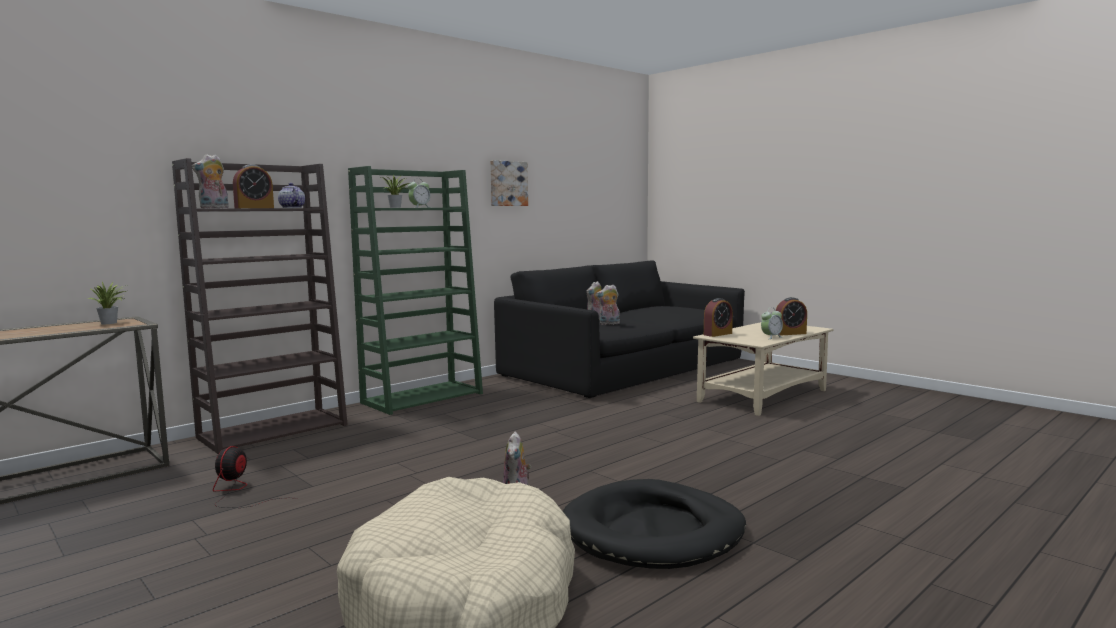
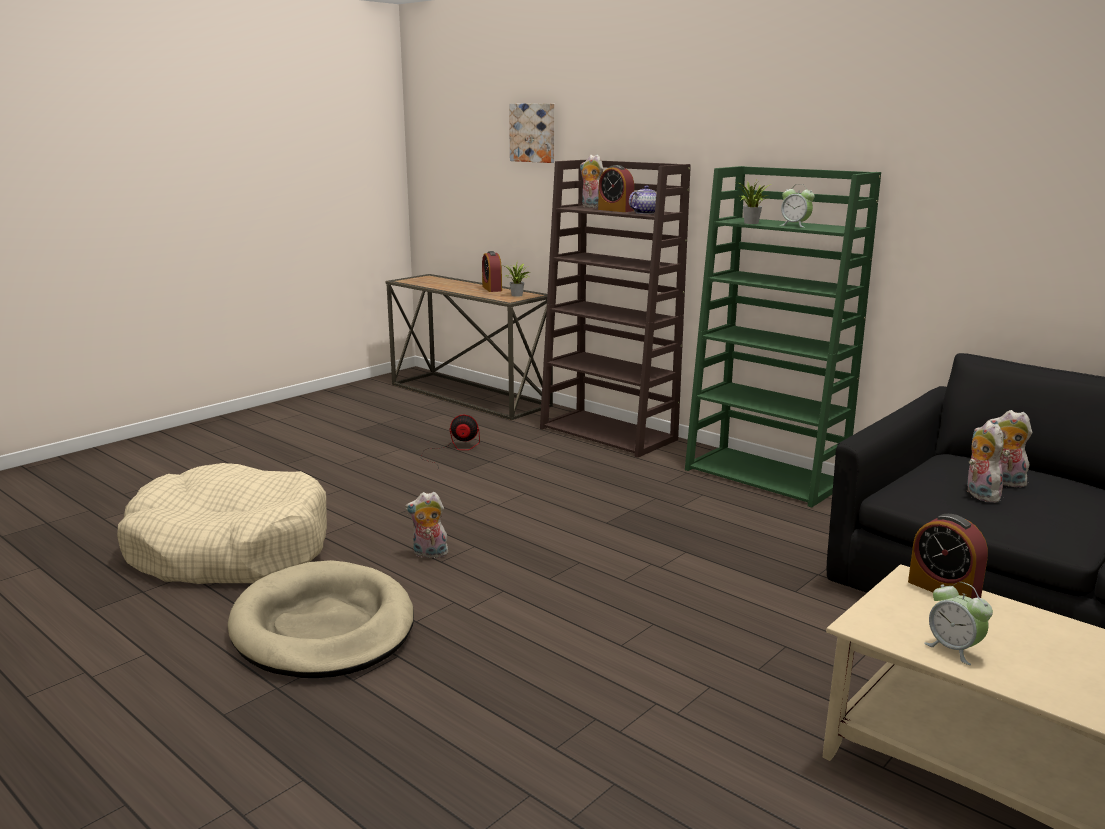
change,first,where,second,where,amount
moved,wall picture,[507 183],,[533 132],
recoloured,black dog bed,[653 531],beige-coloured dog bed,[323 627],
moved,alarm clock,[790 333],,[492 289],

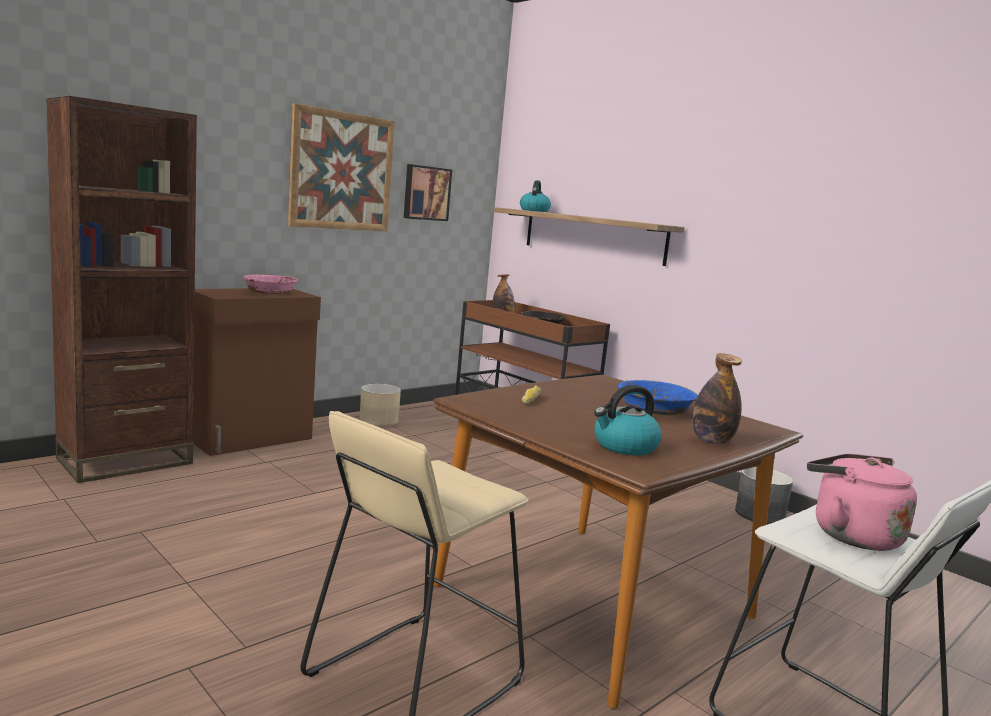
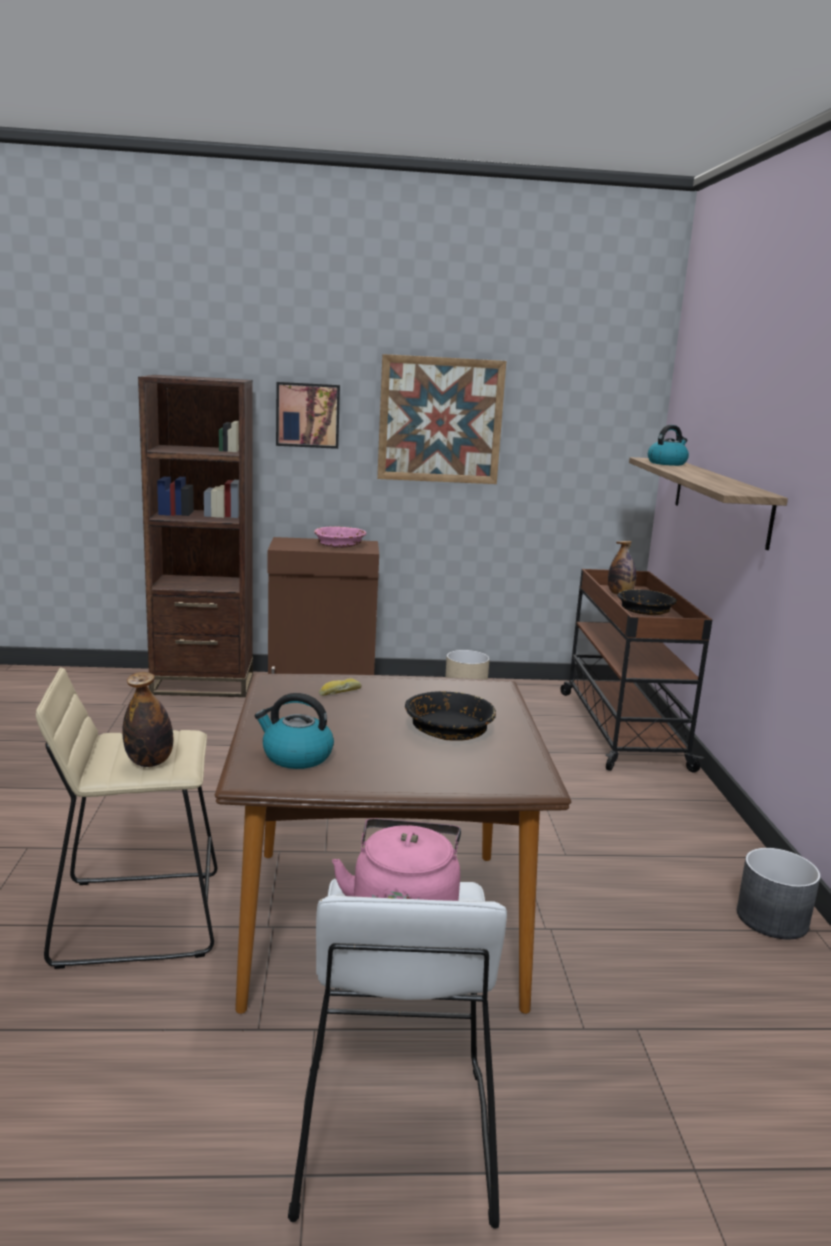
change,first,where,second,where,amount
moved,wall picture,[426 193],,[308 415],
recoloured,blue-coloured bowl,[655 410],black bowl,[449 731],
moved,drink bottle,[711 441],,[149 762],

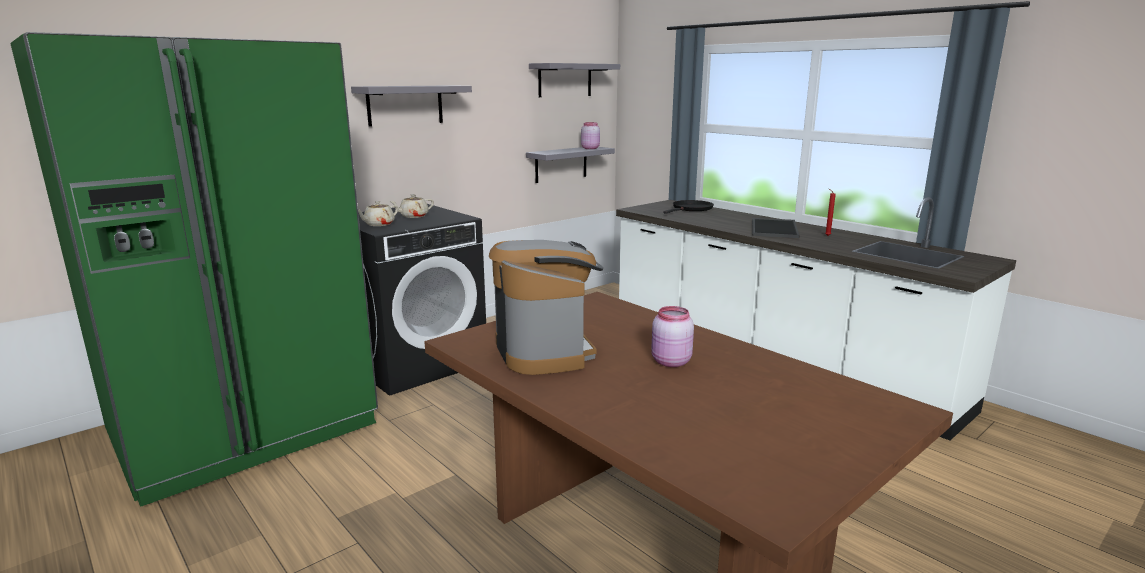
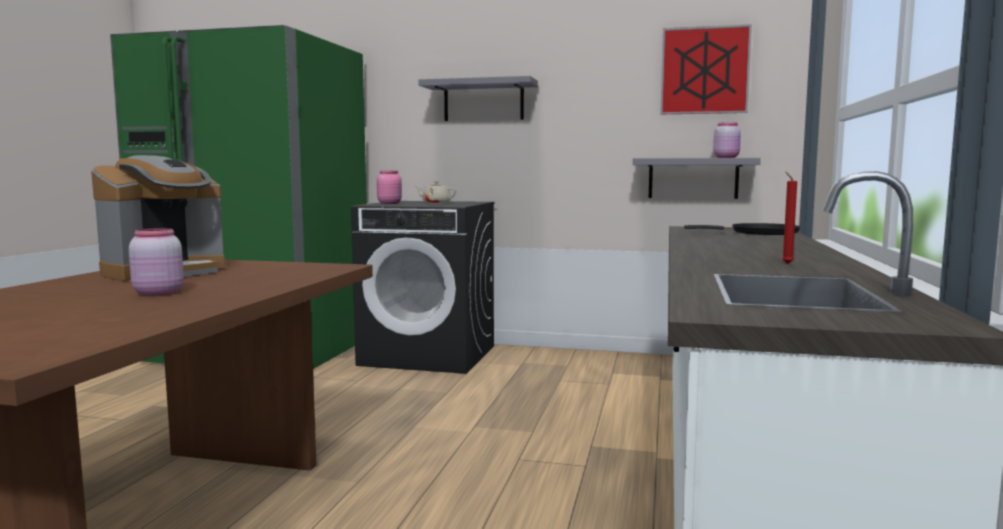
change,first,where,second,where,amount
replaced,beige-coloured tea pot,[378 224],pinkish jar,[390 203],
replaced,gray bracket shelf,[565 80],wall picture,[704 70],
removed,serving tray,[772 228],,,

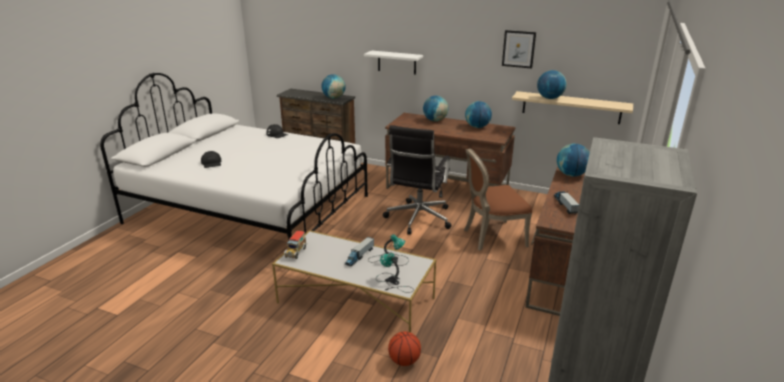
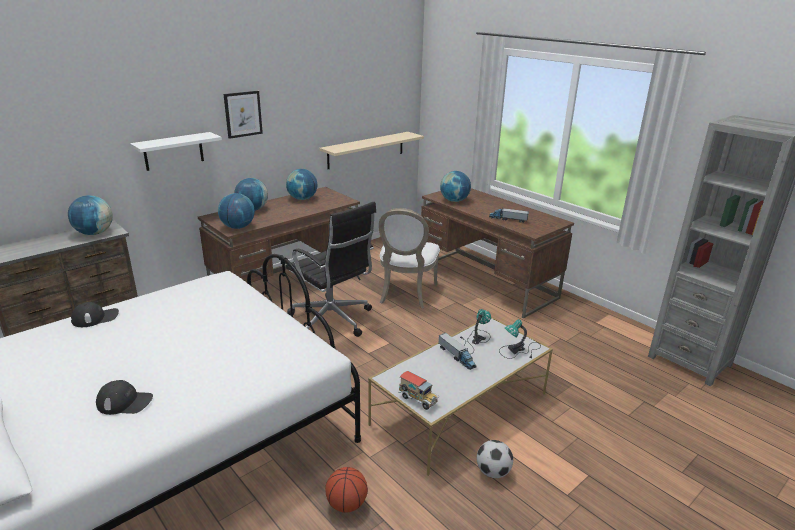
change,first,where,second,where,amount
moved,ball for basketball,[404 361],,[346 504],
recoloured,brownish plain chair,[491 237],white plain chair,[405 294],
moved,wall picture,[518 49],,[243 114],
moved,world globe,[549 98],,[238 227],
added,,,football,[493 472],

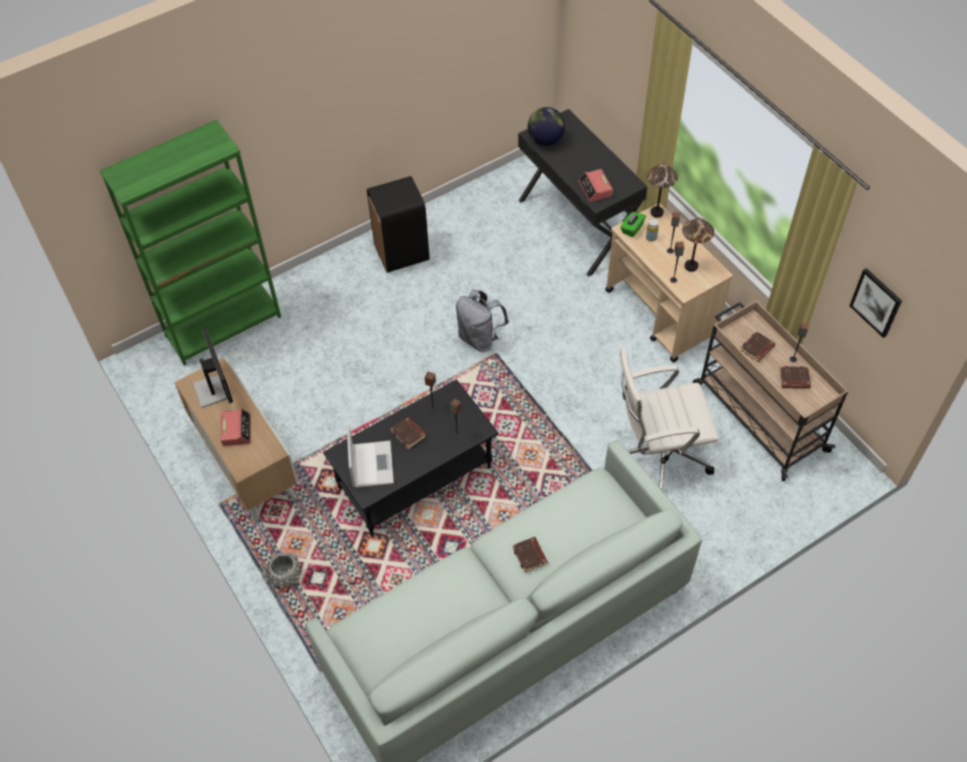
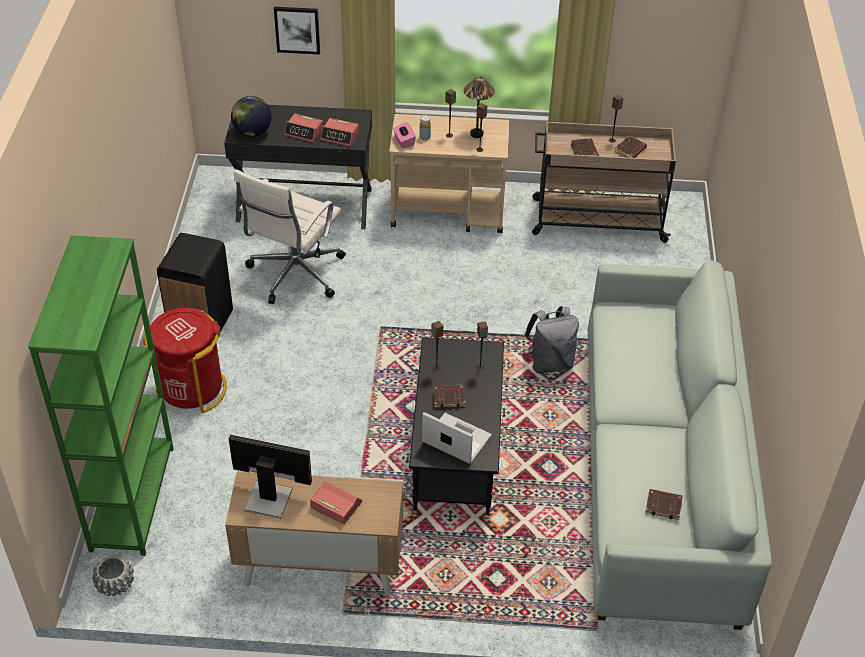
change,first,where,second,where,amount
moved,gray plant pot,[285 575],,[115 584],
moved,gray rucksack,[480 338],,[550 363],
moved,brownish book,[530 556],,[664 506],
moved,white computer chair,[657 454],,[294 274],
recoloured,greenish box of tissues,[632 229],pinkish box of tissues,[404 141],
removed,table lamp,[656 212],,,
moved,wall picture,[876 302],,[297 29],
added,,,red trash can,[192 389],
added,,,alarm clock,[304 132],

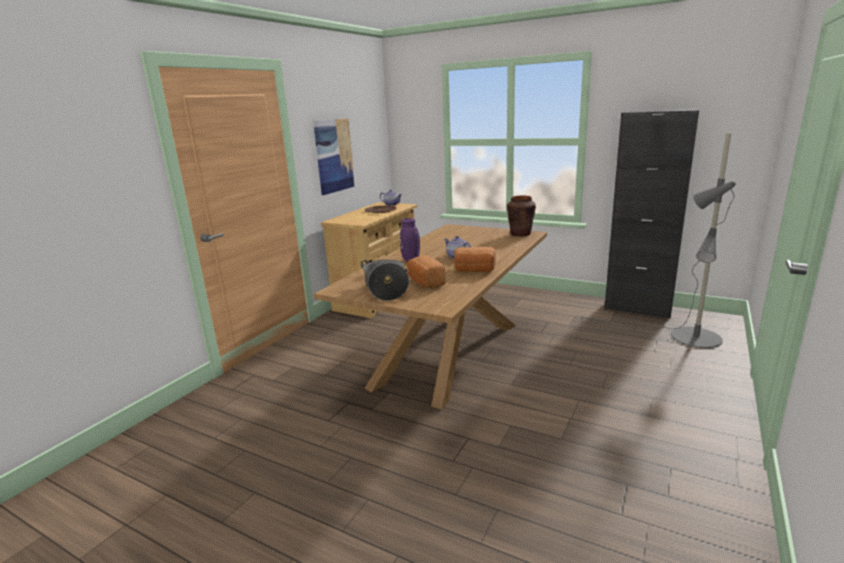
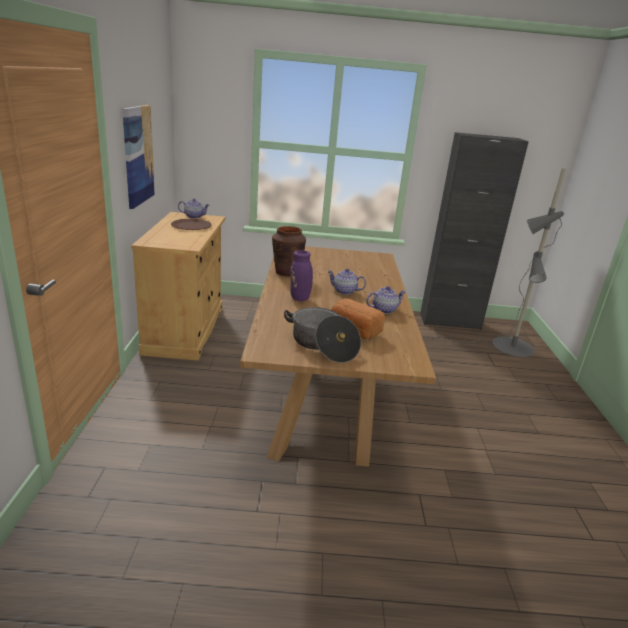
change,first,where,second,where,amount
replaced,bakery bread,[474 270],tea pot,[384 310],
moved,brownish vase,[520 234],,[286 273],

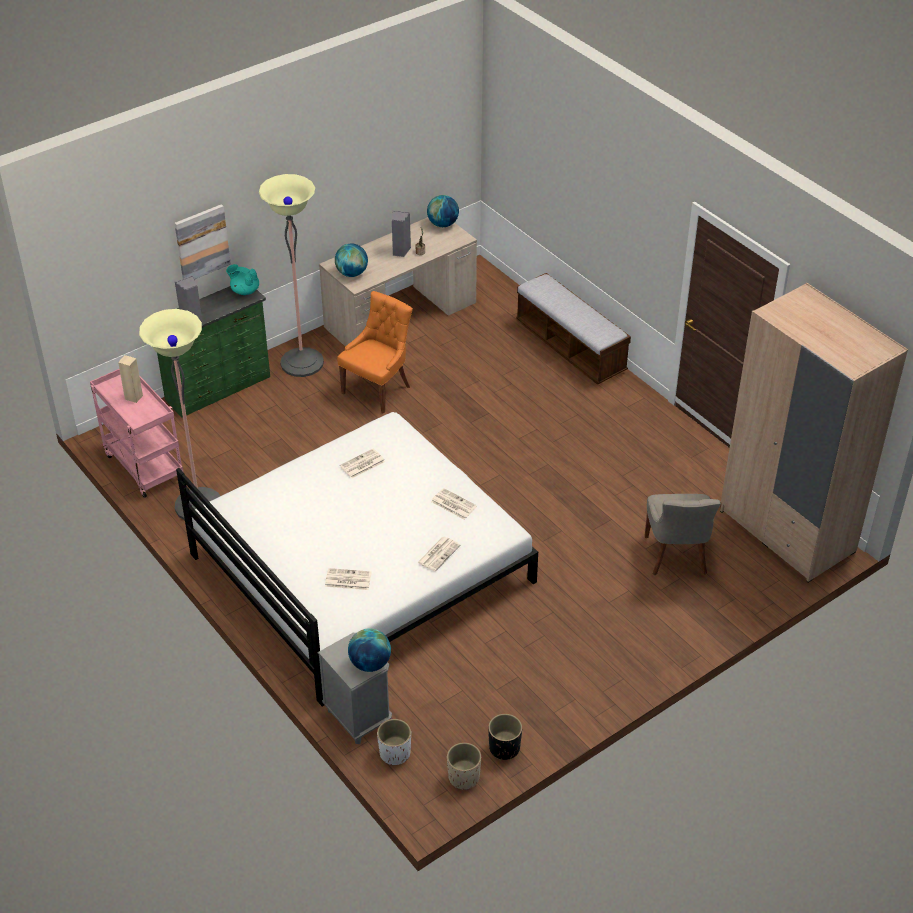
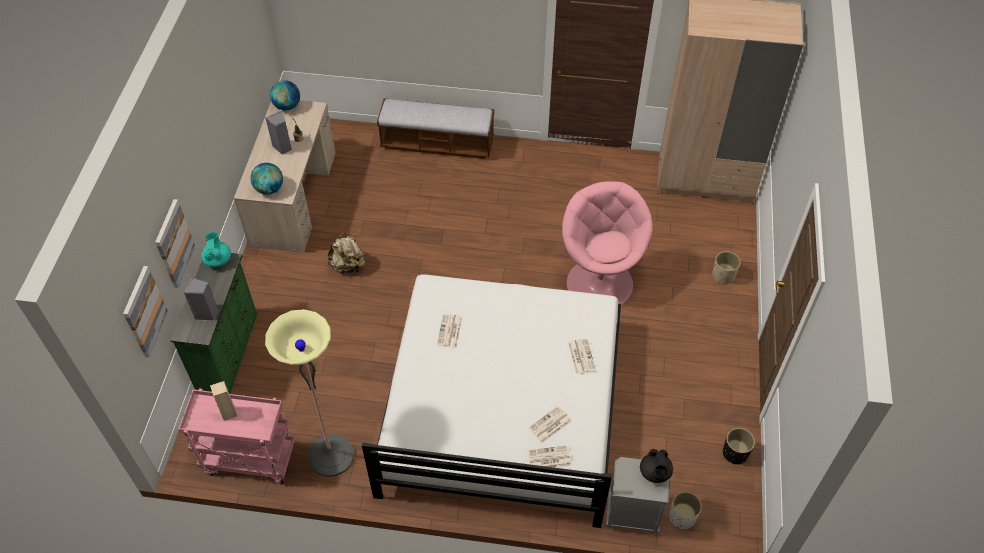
change,first,where,second,where,amount
turned,turquoise tea pot,[244 291],,[218 260],105 degrees clockwise
removed,standard lamp,[302 363],,,
replaced,orange-coloured plain chair,[378 389],beige-coloured rucksack,[348 266],
replaced,world globe,[370 663],black tea pot,[655 473],
moved,daily paper,[453 504],,[548 458],
moved,beige-coloured plant pot,[463 777],,[723 276],
removed,gray plain chair,[676 556],,,
added,,,wall picture,[144 311],
added,,,pinkish easy chair,[599 282],

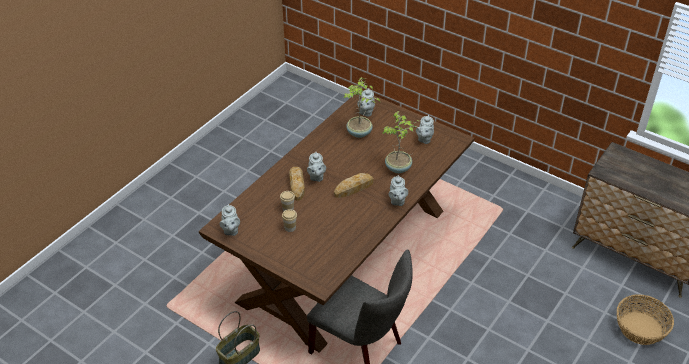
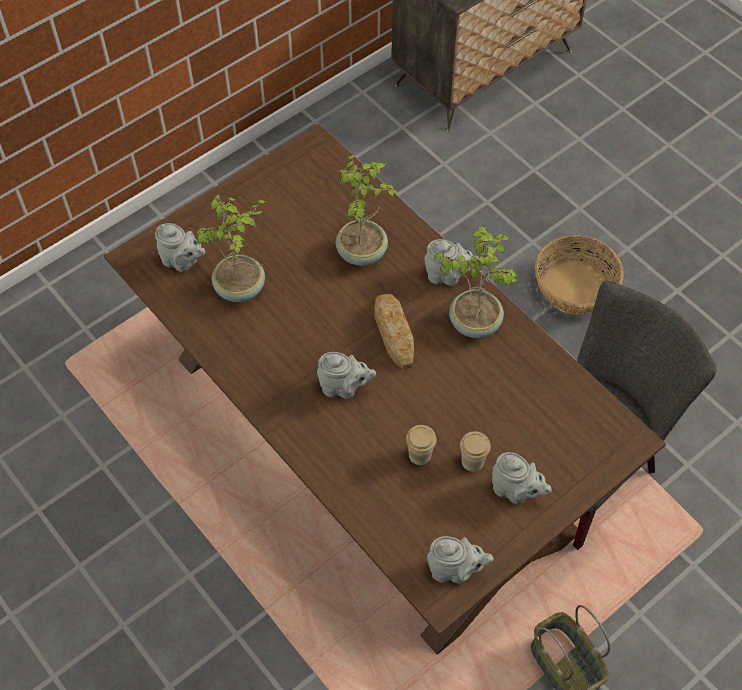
change,first,where,second,where,amount
removed,bakery bread,[297 185],,,
moved,gray tea pot,[424 139],,[515 491],
moved,storage basket,[640 328],,[574 287],
added,,,potted plant,[474 321],

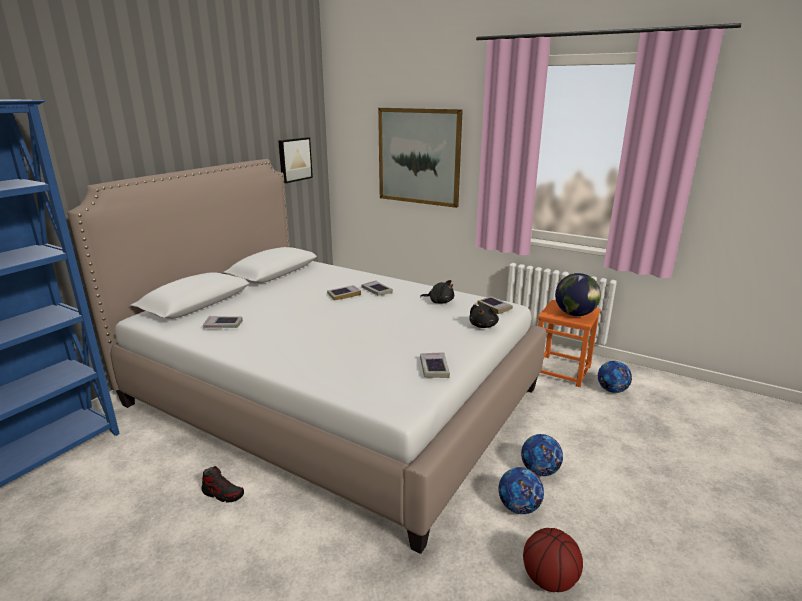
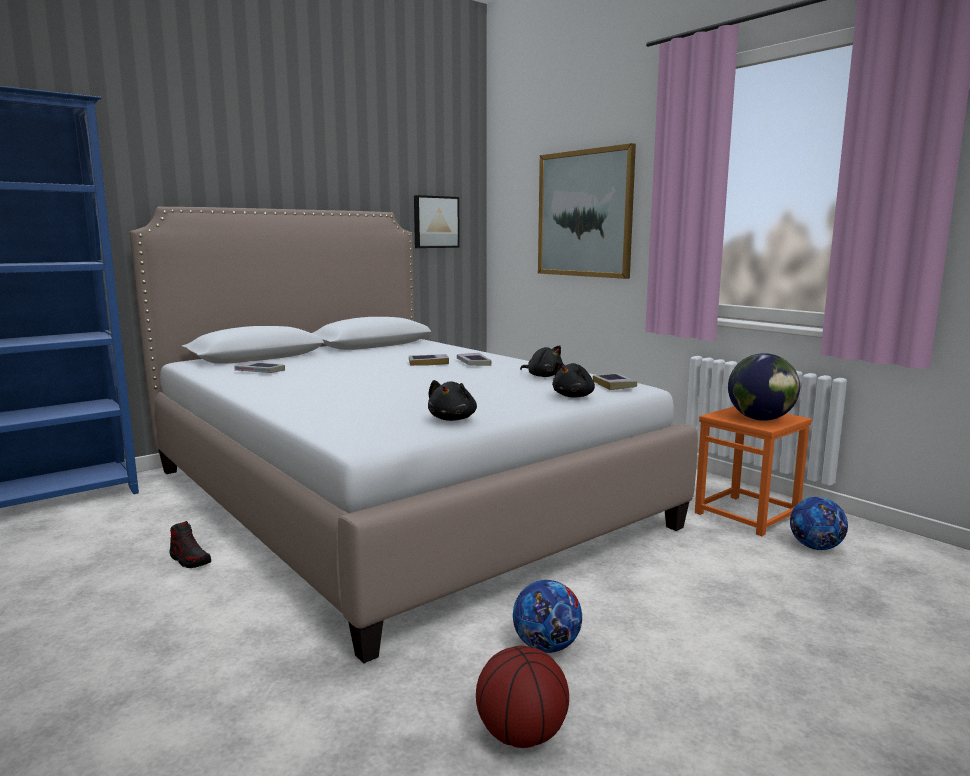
change,first,where,second,where,amount
replaced,book,[434 368],black cuddly toy,[453 419],
removed,football,[539 471],,,

